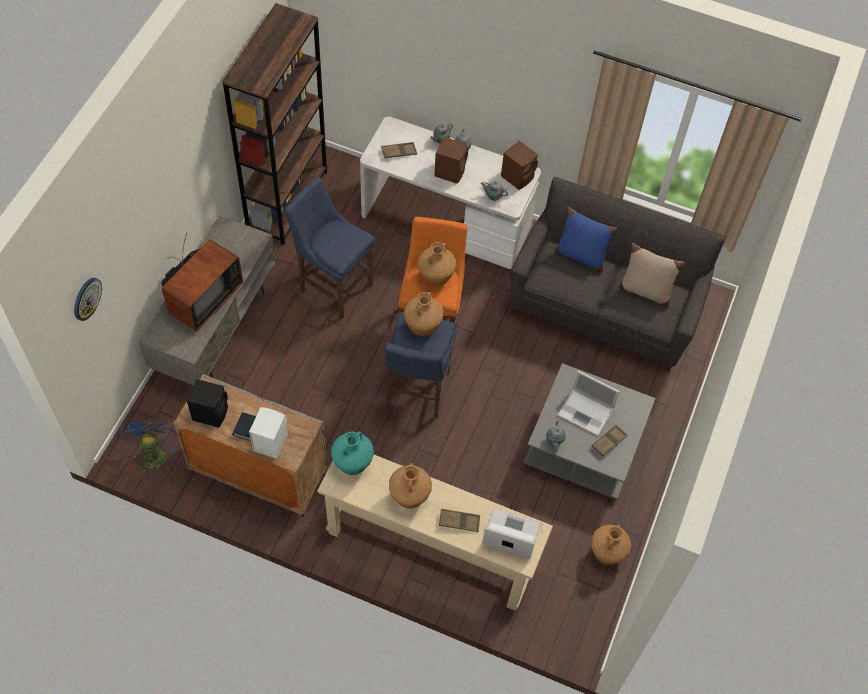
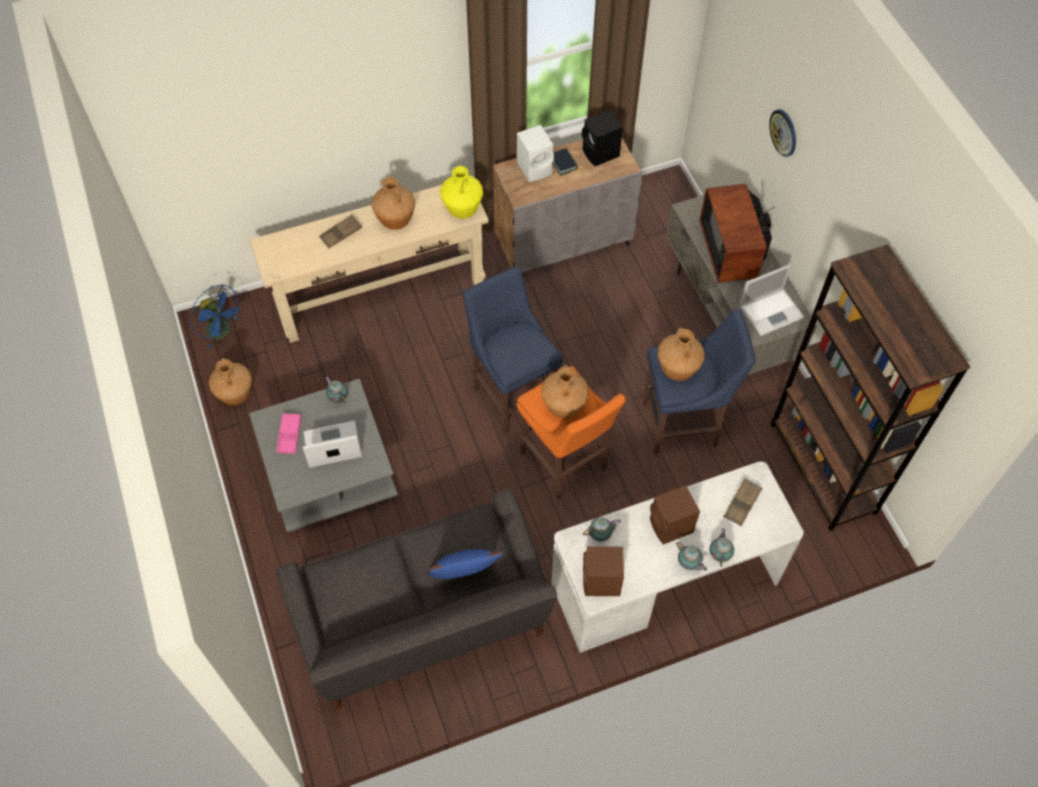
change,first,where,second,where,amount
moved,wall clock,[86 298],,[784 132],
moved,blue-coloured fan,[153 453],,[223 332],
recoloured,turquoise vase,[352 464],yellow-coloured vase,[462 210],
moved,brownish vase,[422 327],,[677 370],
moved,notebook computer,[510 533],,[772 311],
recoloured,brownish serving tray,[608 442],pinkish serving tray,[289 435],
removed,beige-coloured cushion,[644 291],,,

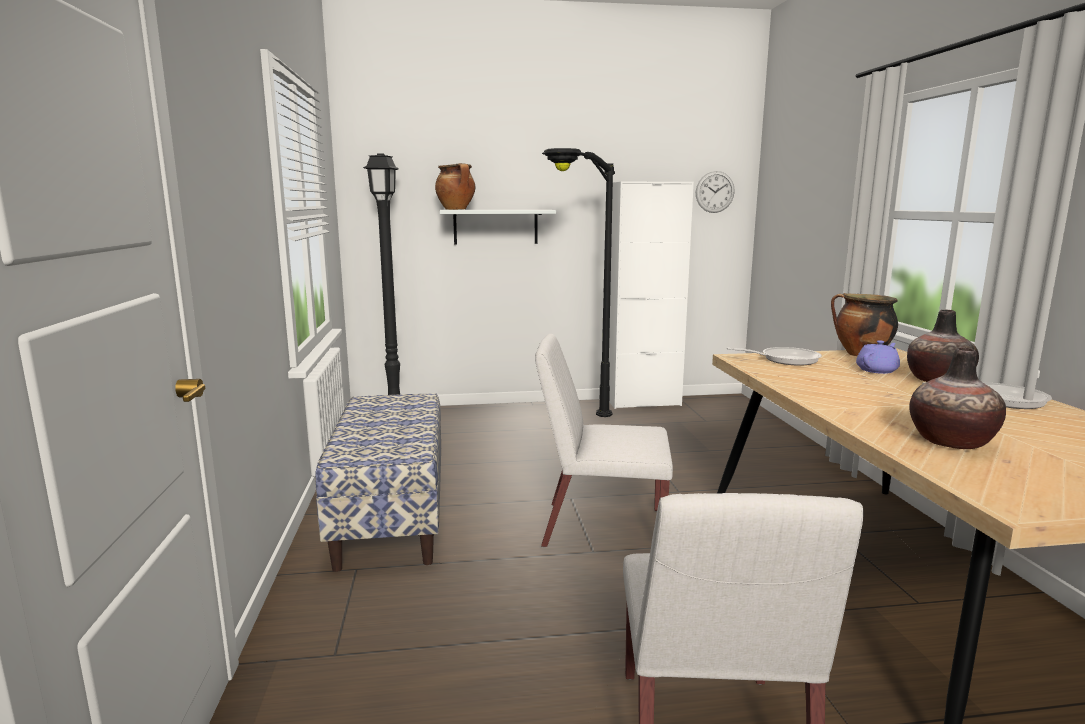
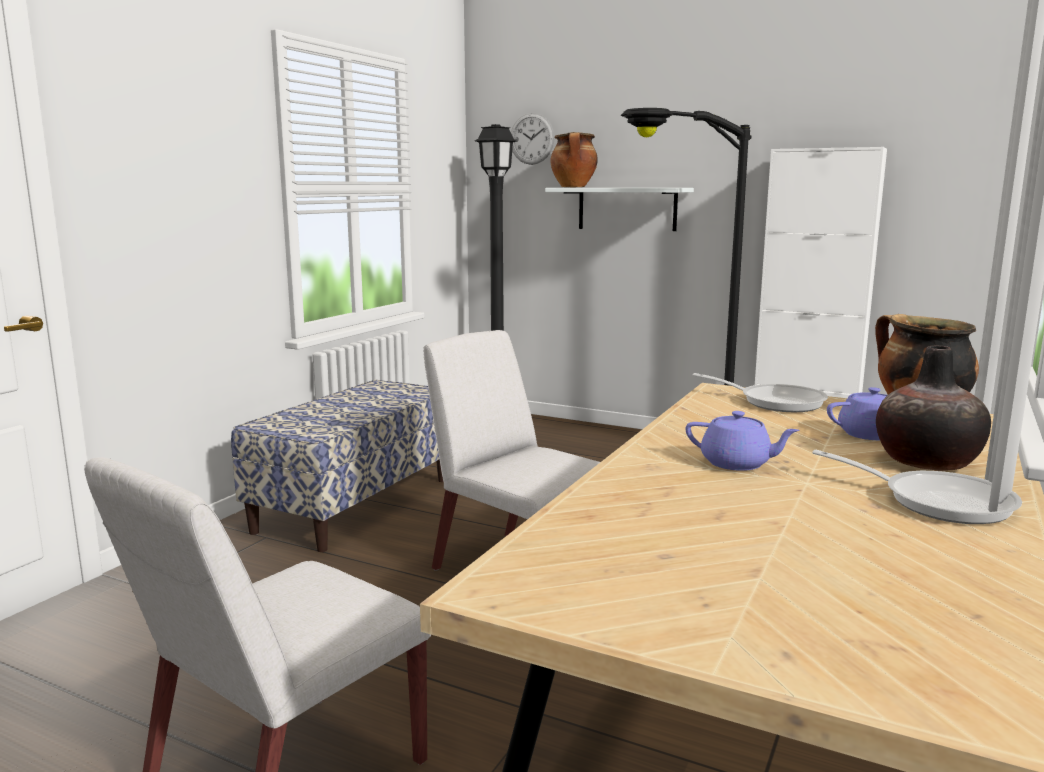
change,first,where,second,where,amount
moved,wall clock,[715 192],,[532 139],
removed,vase,[950 441],,,
added,,,purple-coloured tea pot,[737 463],

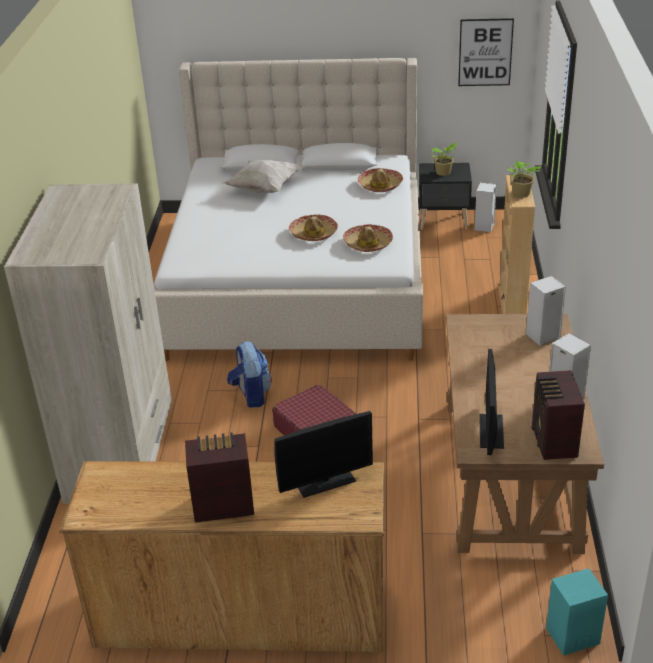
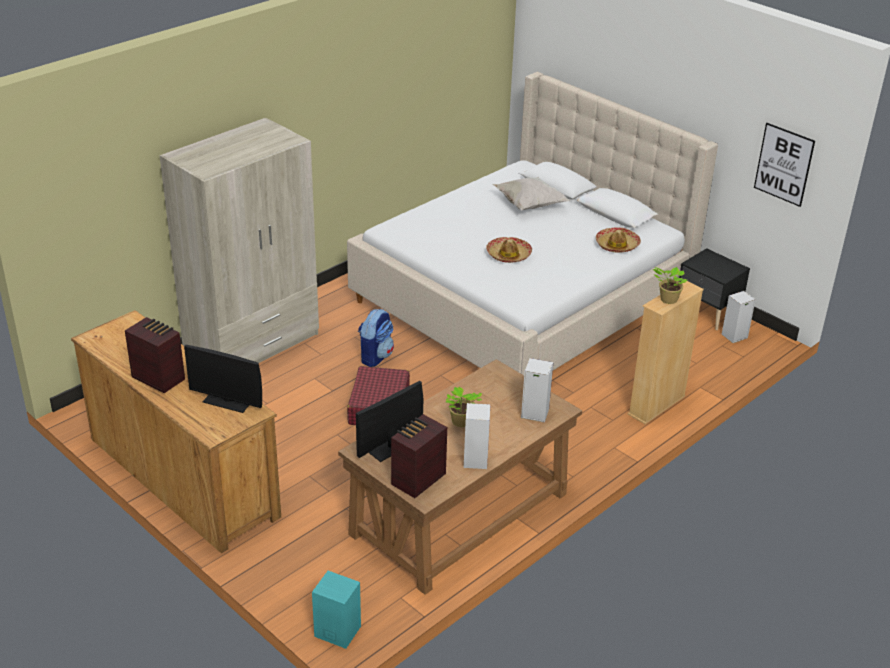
change,first,where,second,where,amount
removed,clothing hat,[367 244],,,
moved,potted plant,[444 173],,[460 422],

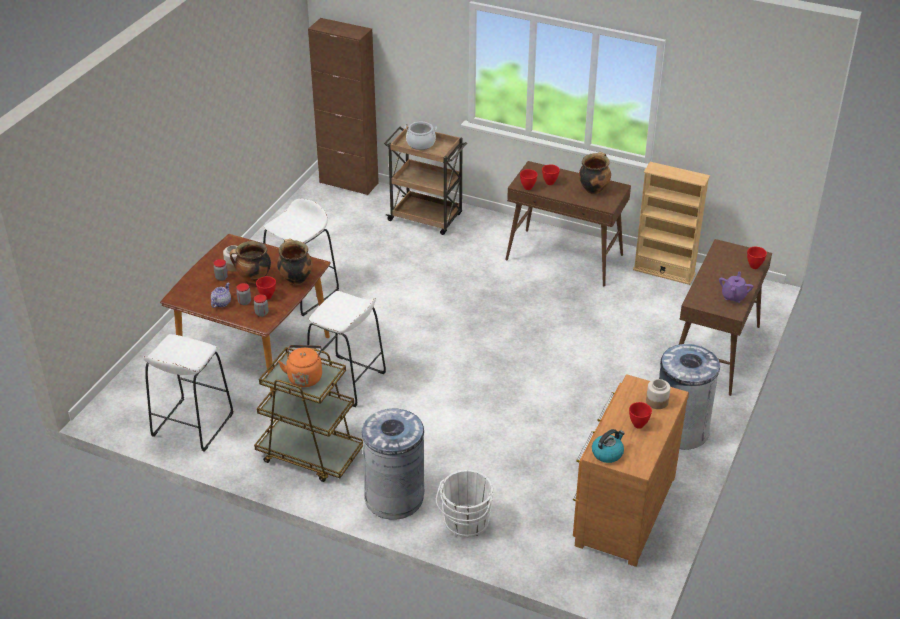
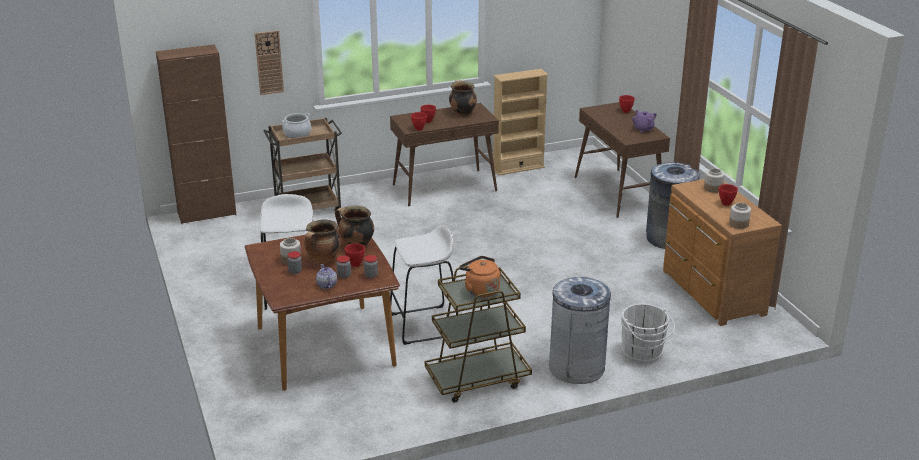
change,first,where,second,where,amount
removed,white stool,[192 425],,,
replaced,tea kettle,[607 453],jar,[738 224],
added,,,wall clock,[269 62],

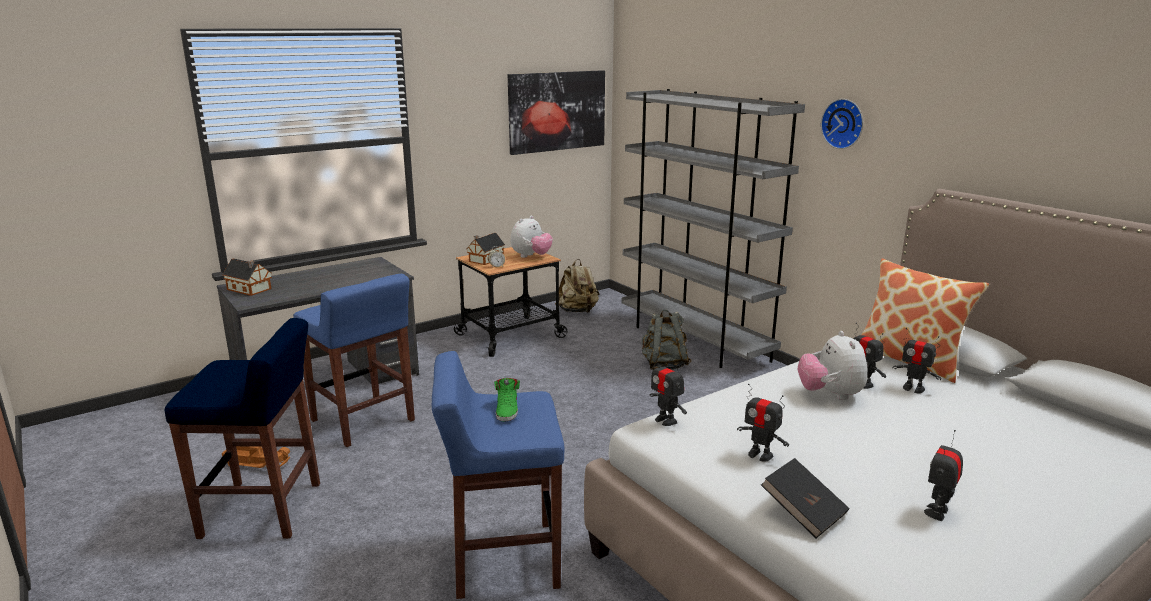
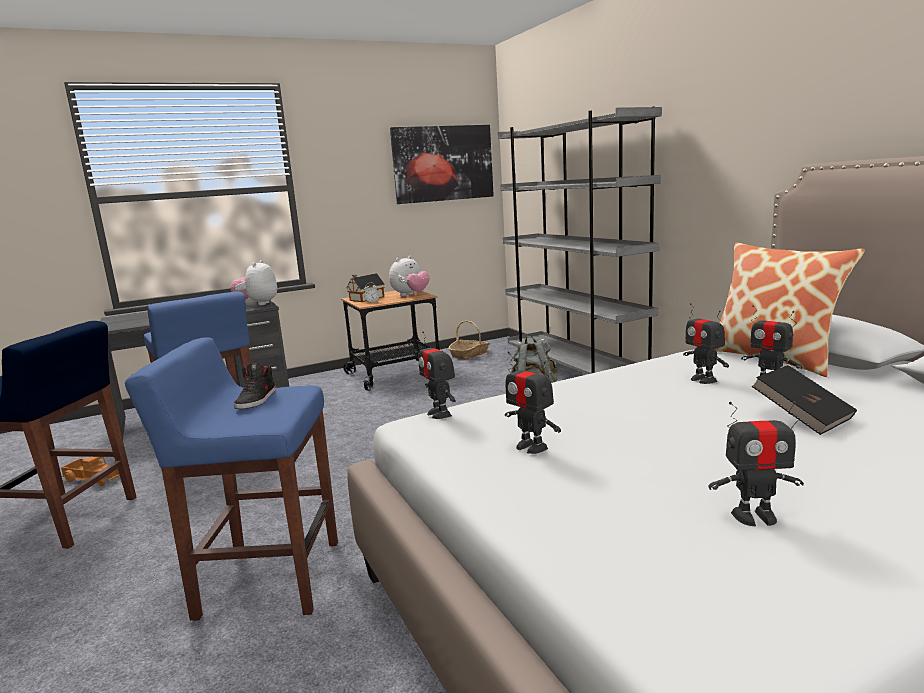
change,first,where,second,where,amount
removed,miniature house,[250 289],,,
recoloured,greenish shoe,[507 410],black shoe,[257 400],
replaced,beige-coloured rucksack,[578 311],storage basket,[469 354],
moved,black book,[803 512],,[802 417],
moved,cuddly toy,[830 395],,[258 304],
removed,wall clock,[844 123],,,
turned,model robot,[937 512],,[754 516],135 degrees counterclockwise

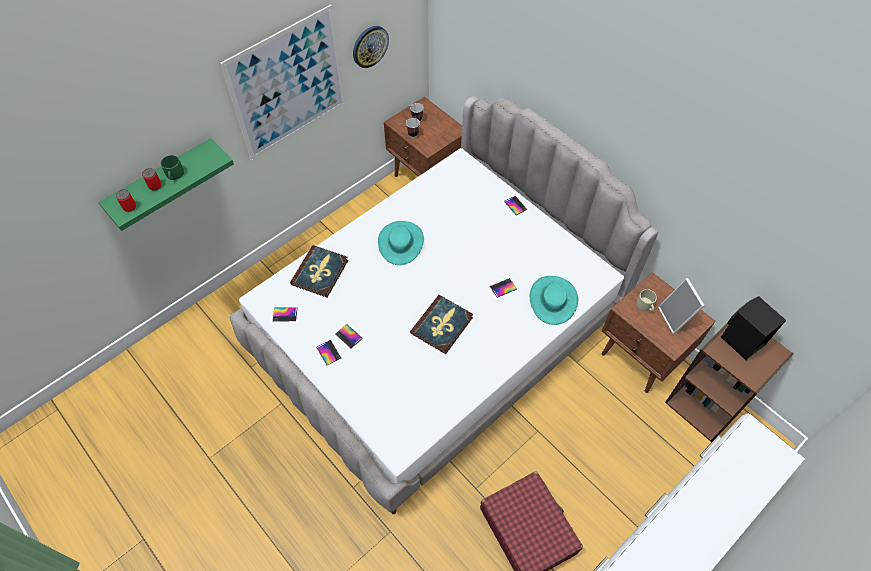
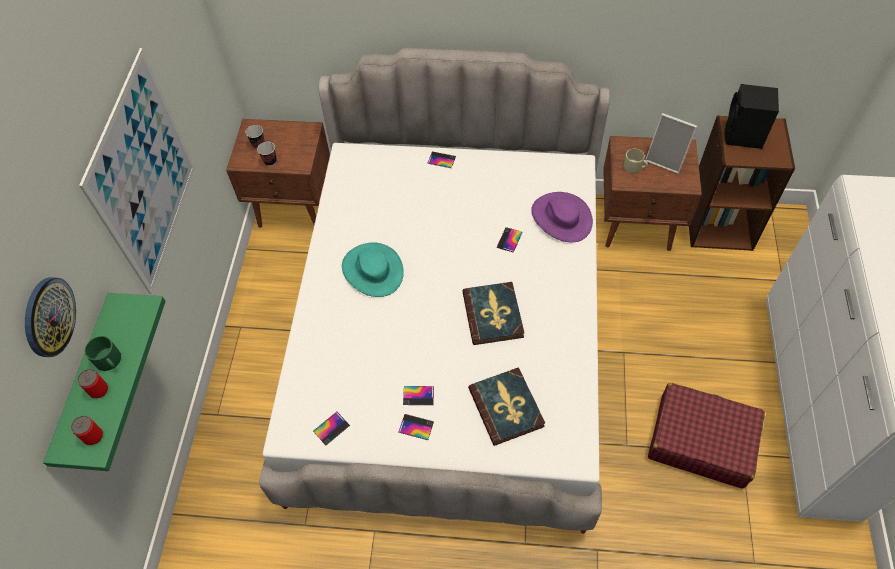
change,first,where,second,where,amount
moved,book,[320 272],,[506 407],
moved,wall clock,[370 46],,[48 317],
recoloured,turquoise clothing hat,[553 300],purple-coloured clothing hat,[561 218],

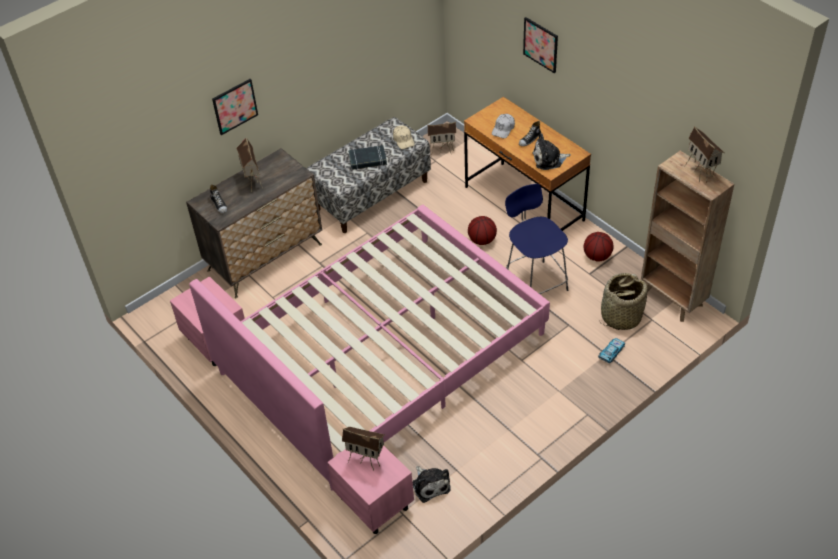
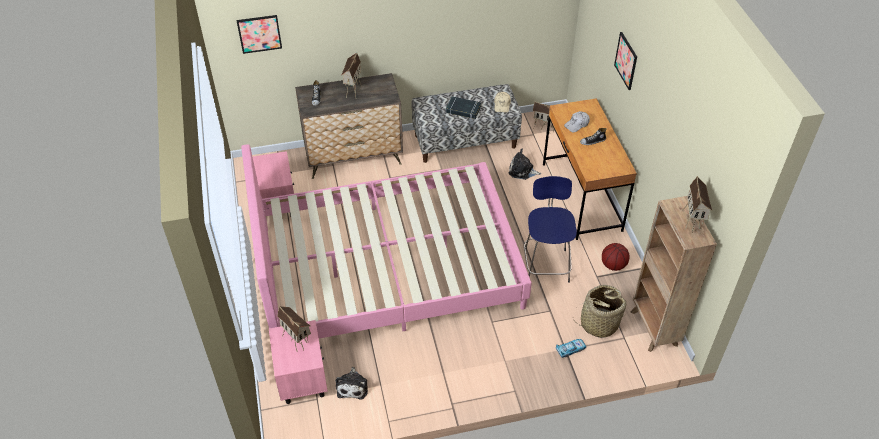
change,first,where,second,where,amount
moved,wall picture,[235 106],,[259 34],
removed,ball for basketball,[482 240],,,
moved,cuddly toy,[549 159],,[522 171],

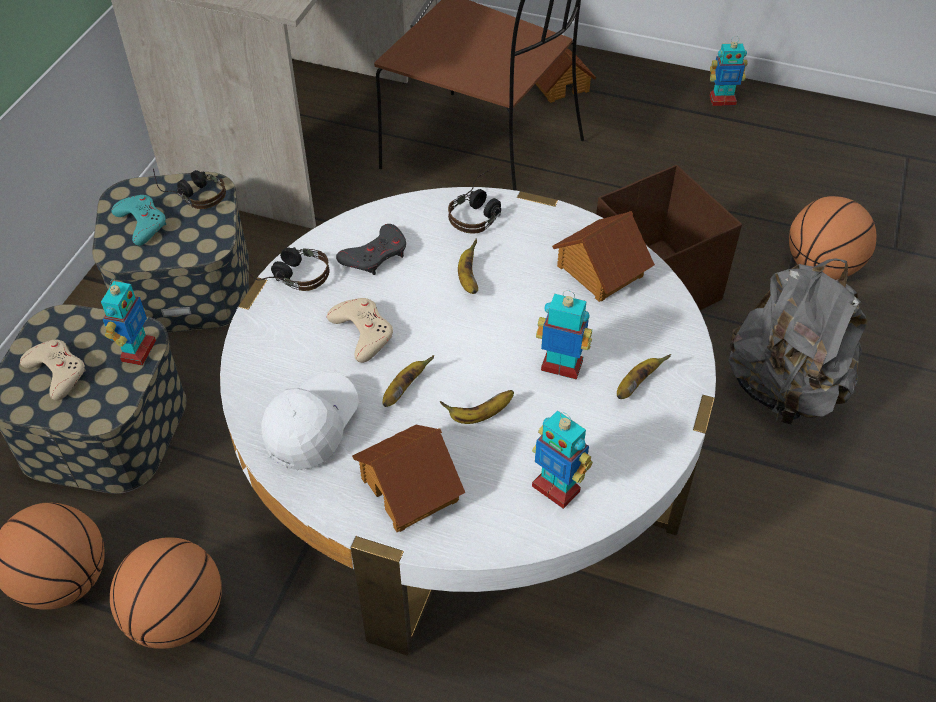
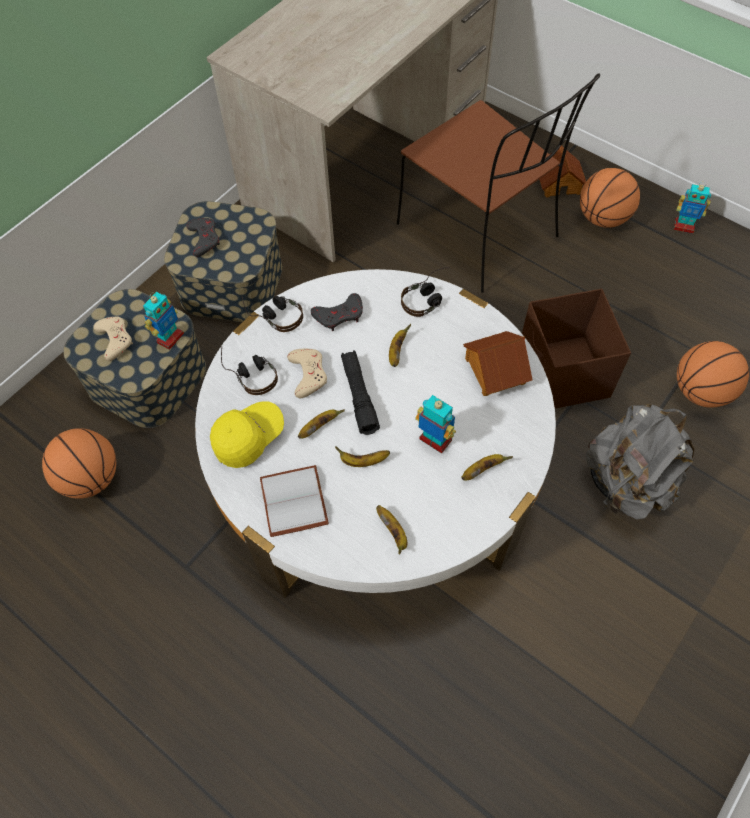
change,first,where,second,where,amount
moved,ball for basketball,[177 617],,[603 218],
recoloured,turquoise joypad,[142 223],gray joypad,[204 239],
moved,pair of headphones,[192 193],,[250 373],
recoloured,white peaked cap,[312 428],yellow-coloured peaked cap,[248 438],
replaced,miniature house,[411 488],white book,[296 502],
replaced,model robot,[556 488],banana fruit,[393 532],
added,,,black torch,[359 396],

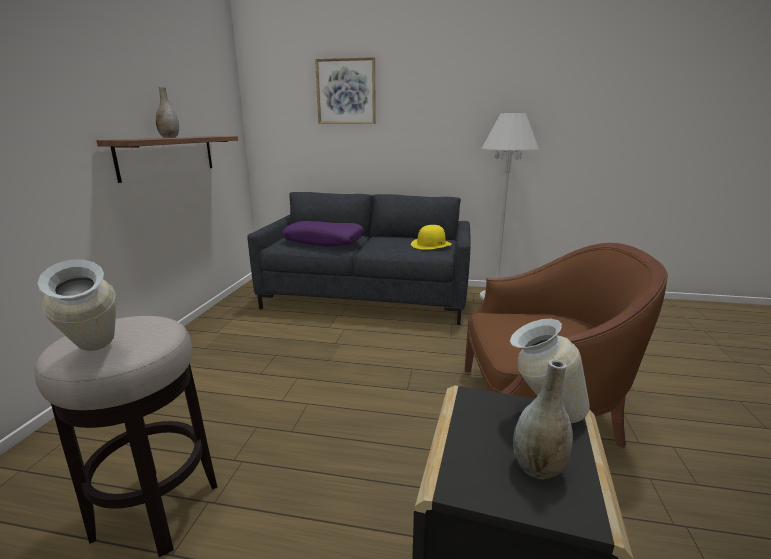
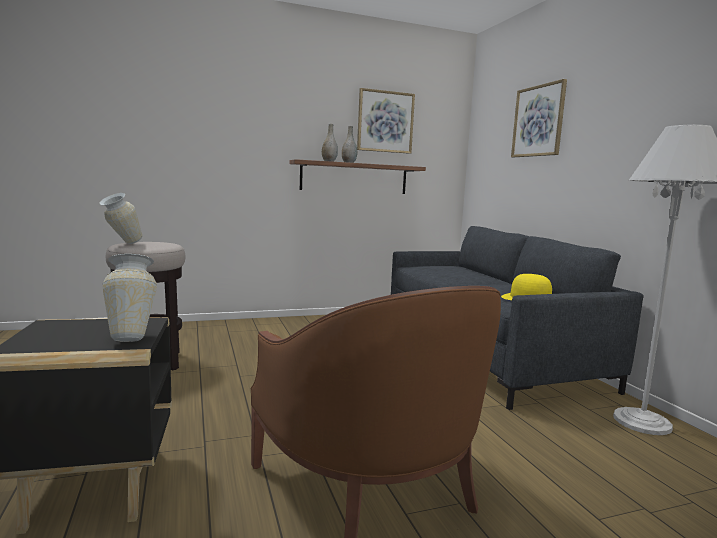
change,first,where,second,where,amount
removed,purple-coloured cushion,[324 241],,,
moved,gray vase,[537 467],,[329 161],
added,,,wall picture,[385 122],

